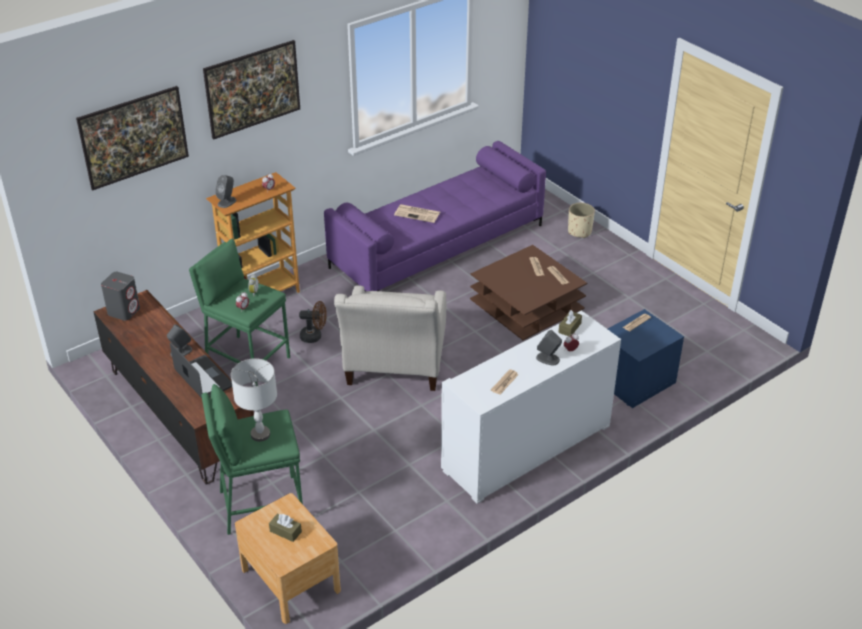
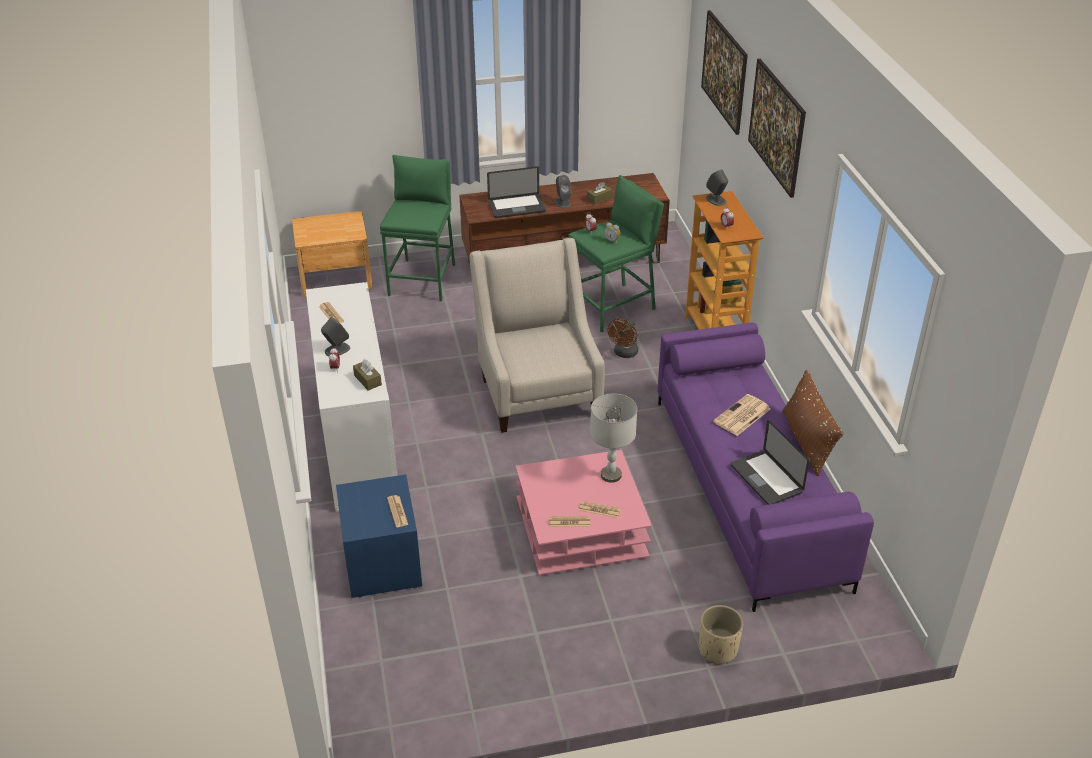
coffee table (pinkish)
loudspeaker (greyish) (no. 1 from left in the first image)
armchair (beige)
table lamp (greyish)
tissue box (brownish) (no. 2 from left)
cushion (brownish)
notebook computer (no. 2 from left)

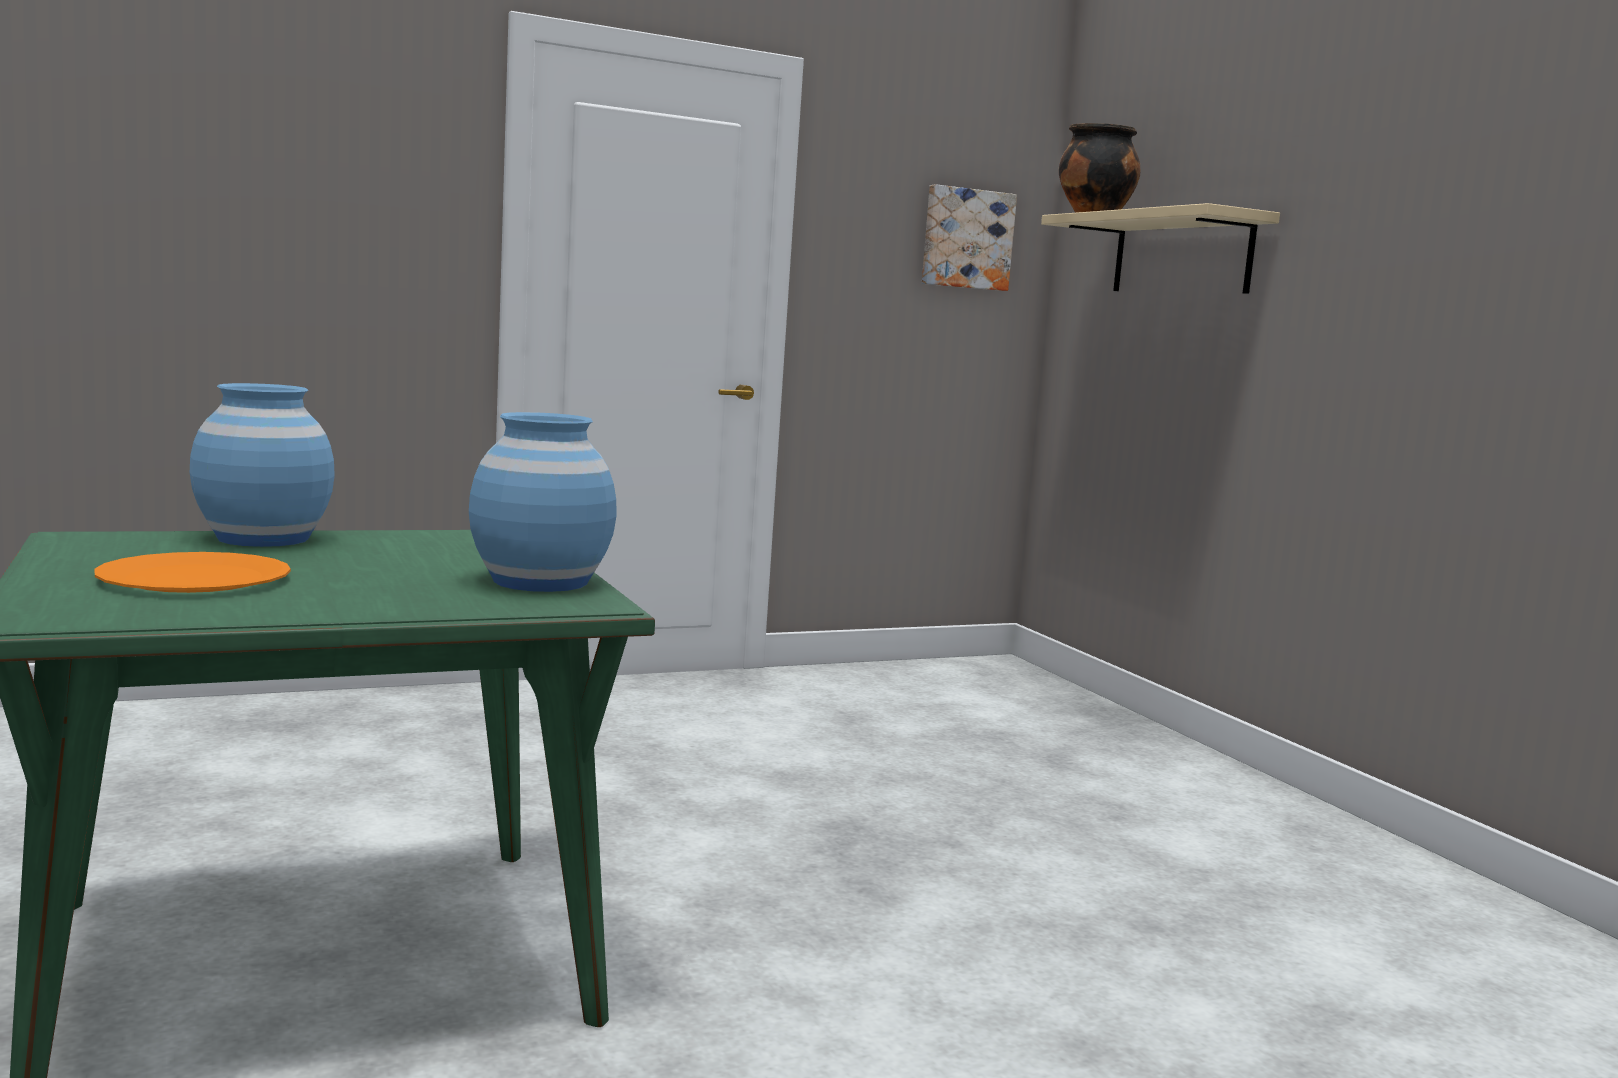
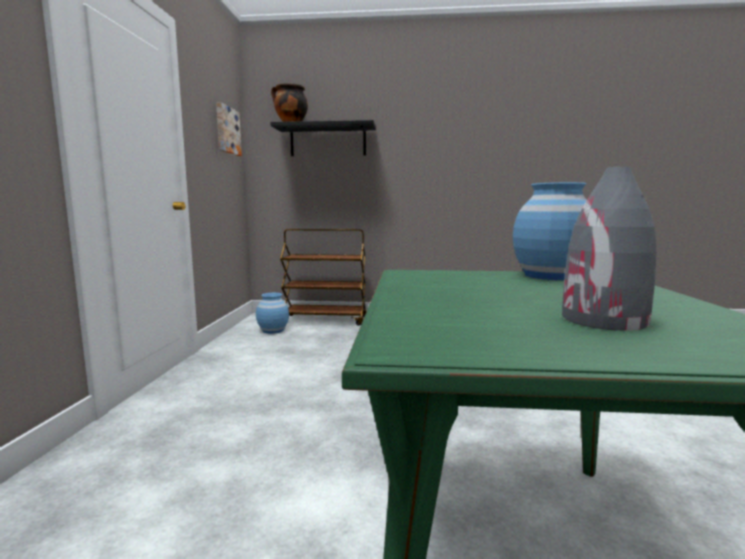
shelf (black)
flower vase (bluish) (no. 1 from left)
flower vase (greyish)
trolley (brownish)

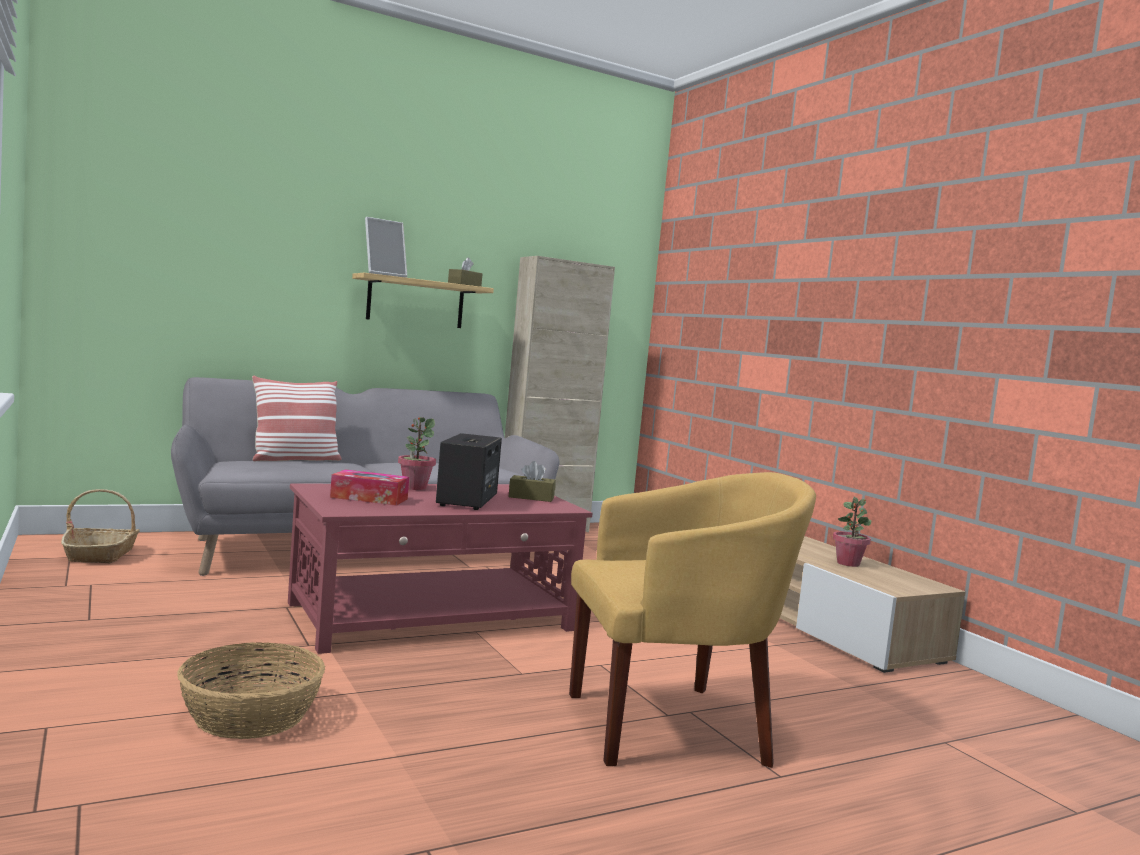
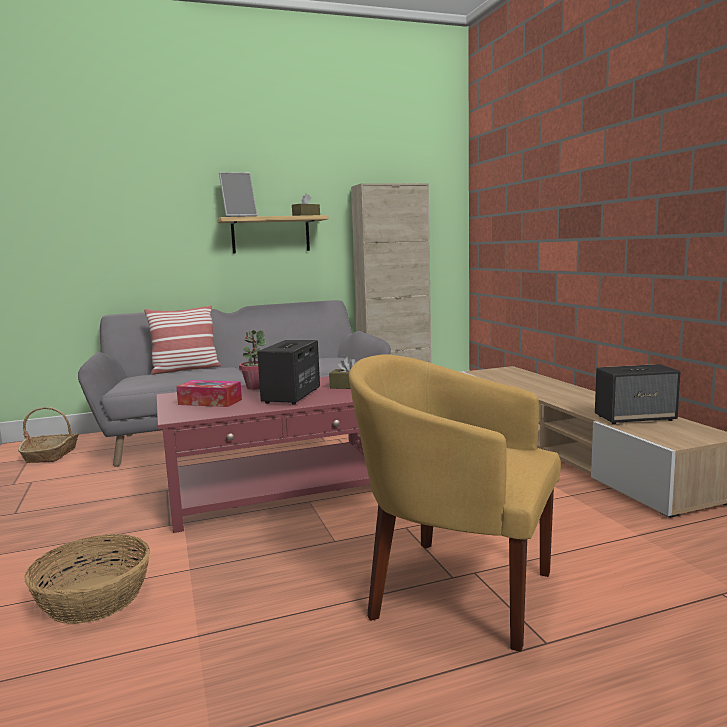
armchair (yellow-coloured)
loudspeaker (no. 2 from left)

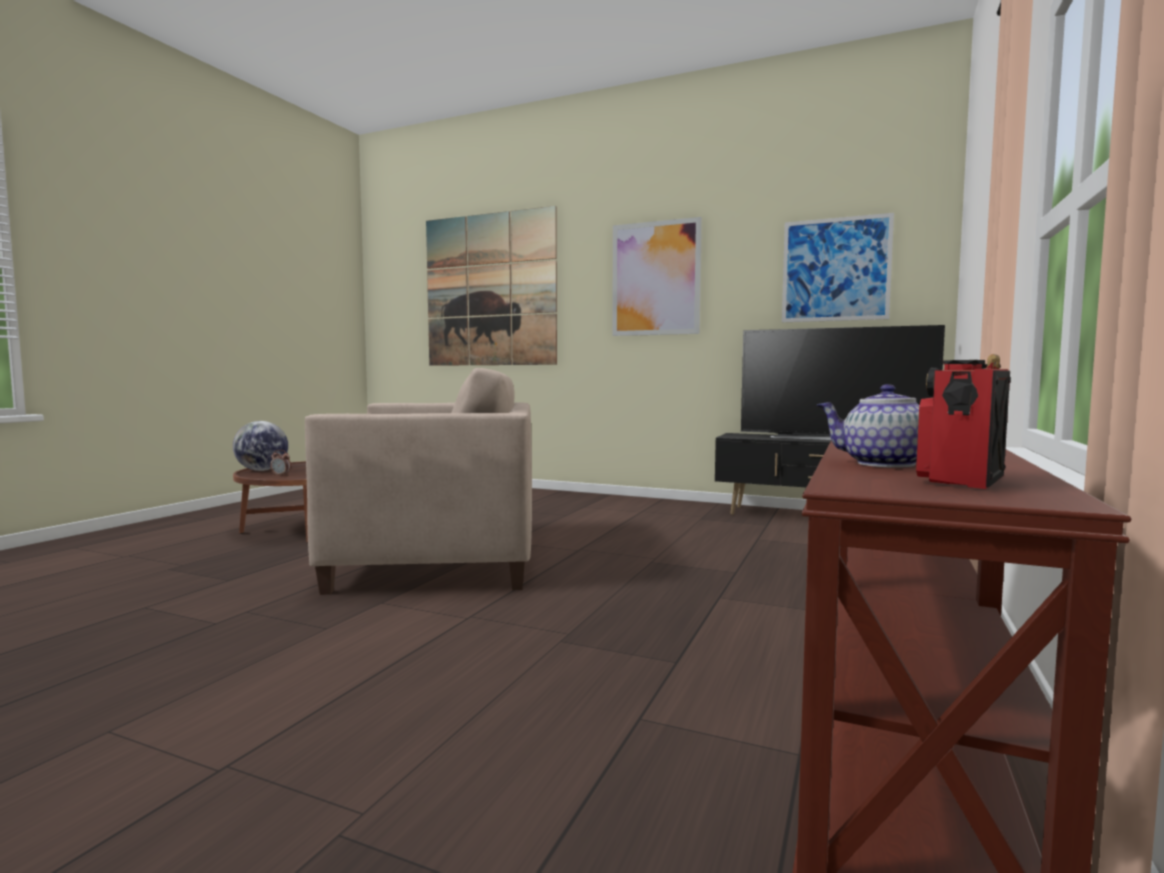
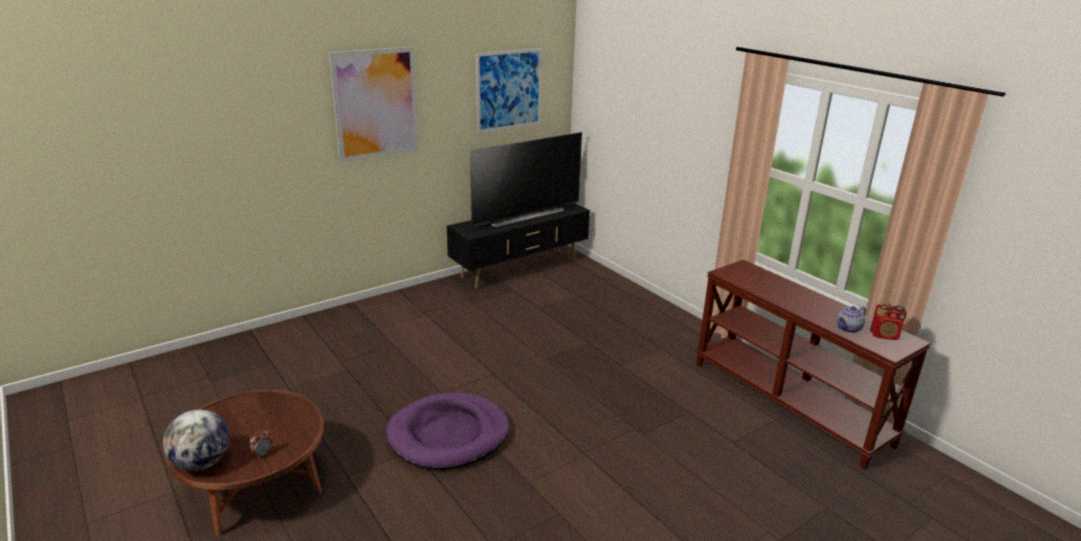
picture (no. 1 from left in the first image)
radio set
pet bed (purple-coloured)

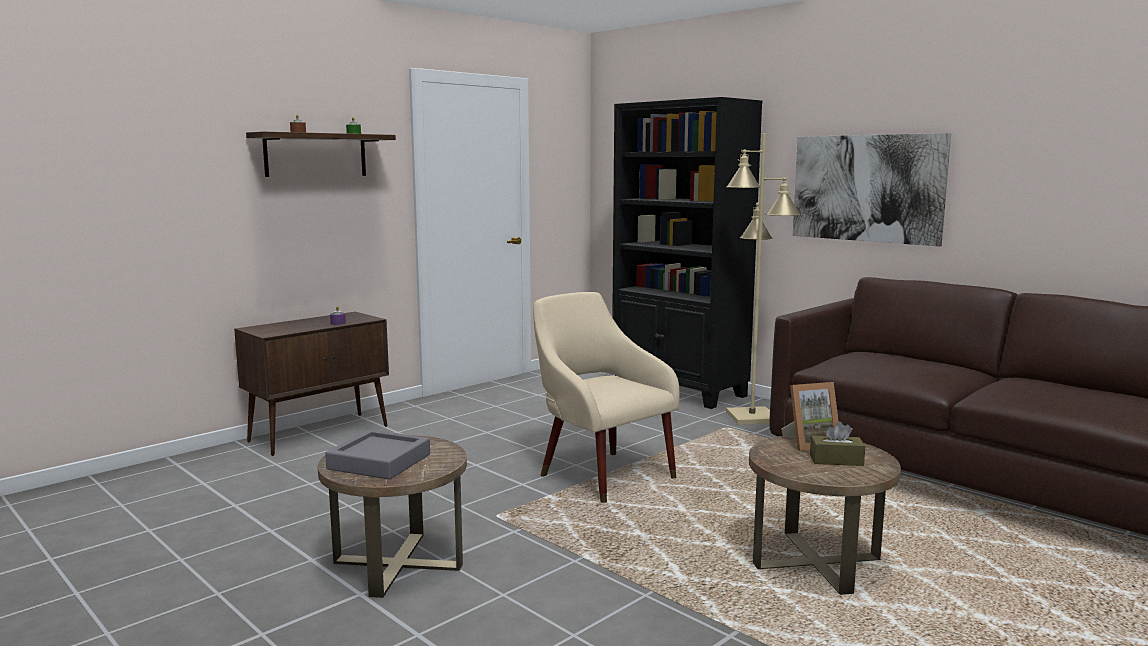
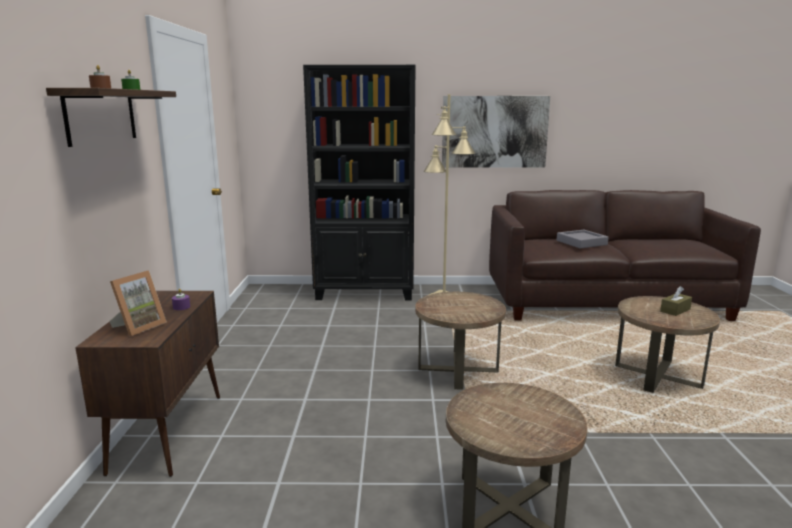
end table (brownish) (no. 1 from left)
picture frame
tray (greyish)

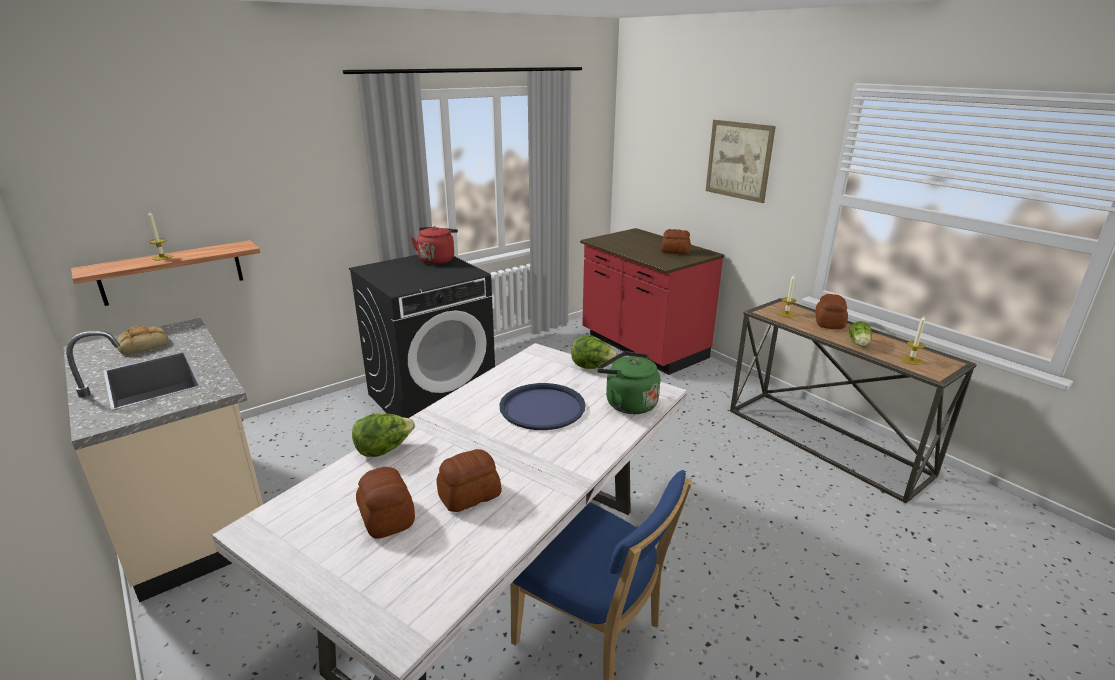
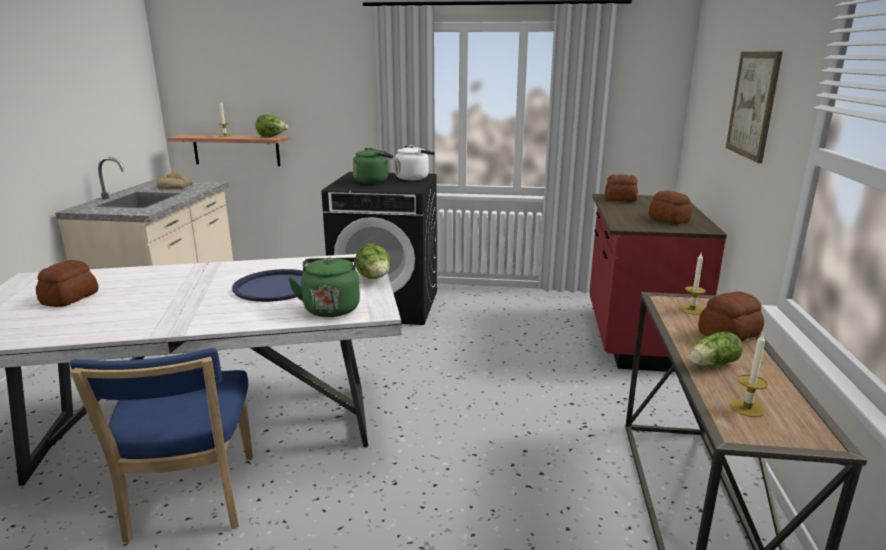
tea kettle (whitish)
head of lettuce (no. 1 from left)
bakery bread (no. 3 from left)
tea kettle (greenish) (no. 2 from left)

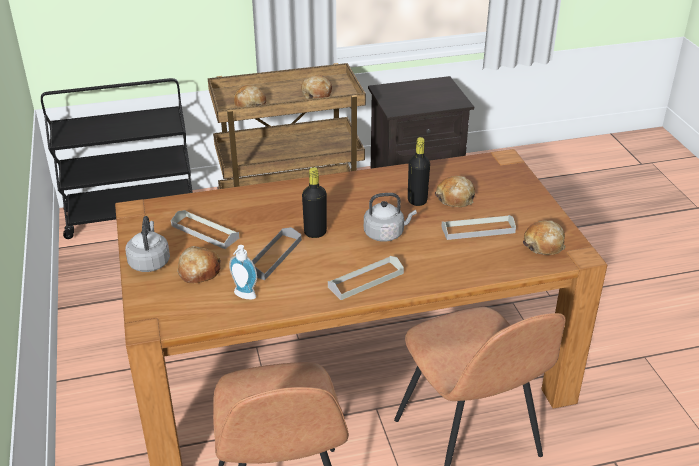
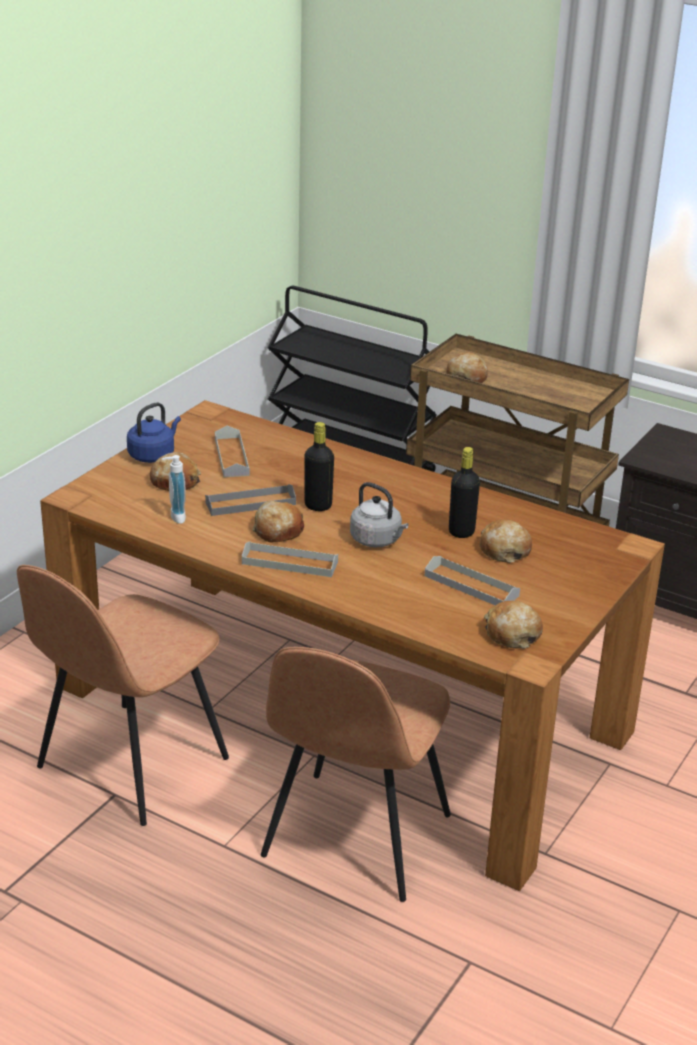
bakery bread (no. 2 from left)
tea kettle (bluish)

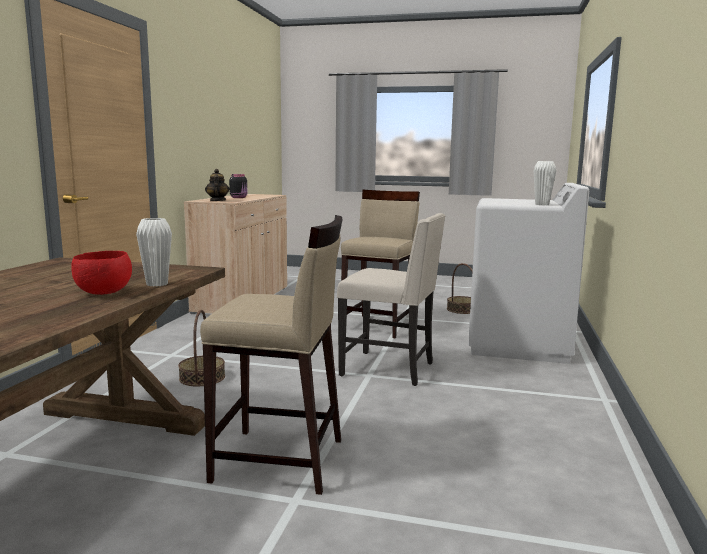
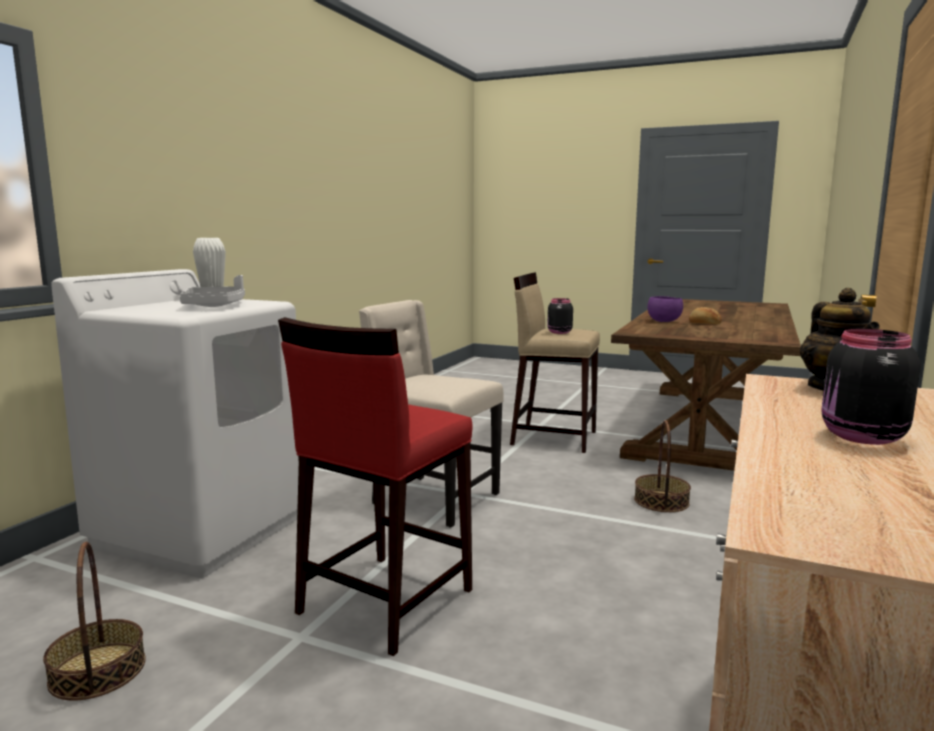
stool (red-coloured)
flower vase (whitish) (no. 1 from left in the first image)
serving bowl (purple-coloured)
tray (greyish)
preserve jar (black) (no. 1 from left)
bakery bread

